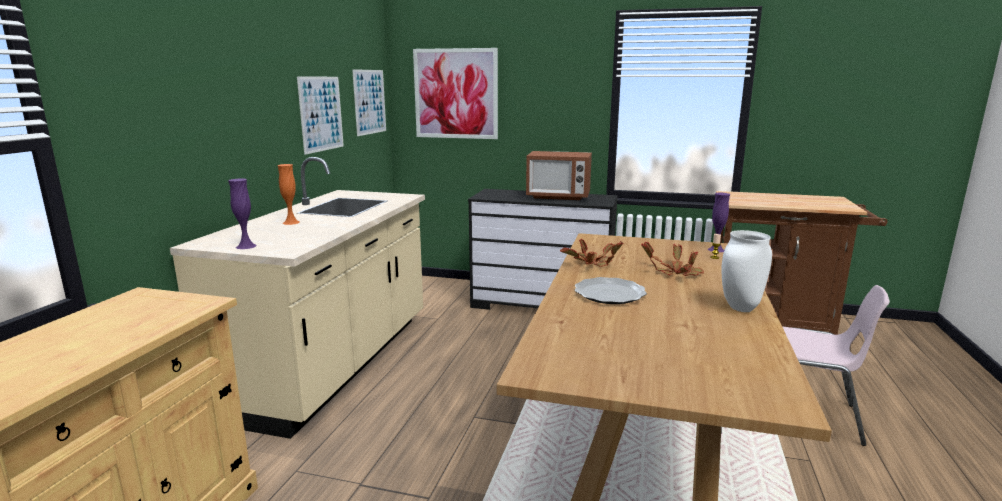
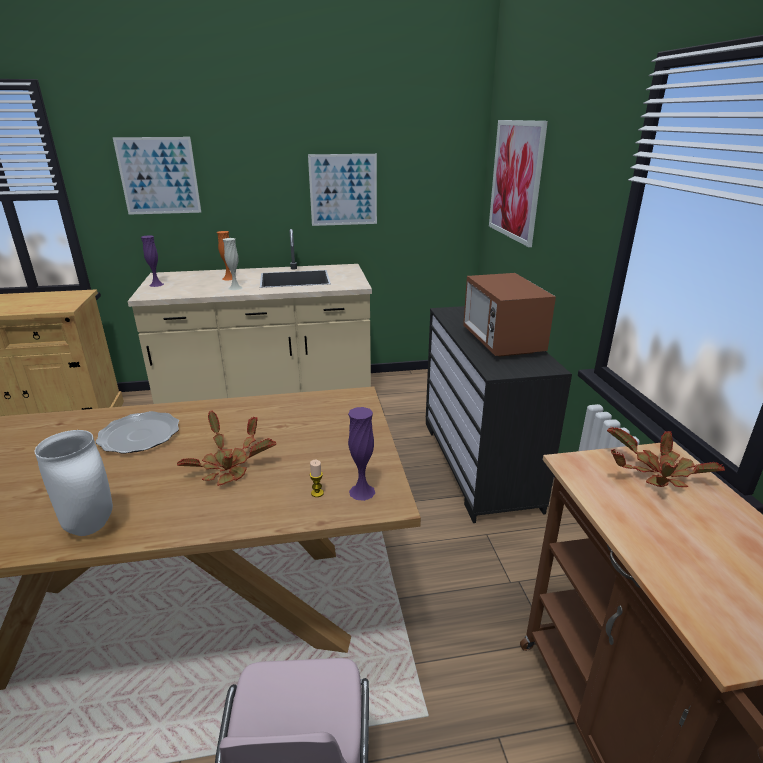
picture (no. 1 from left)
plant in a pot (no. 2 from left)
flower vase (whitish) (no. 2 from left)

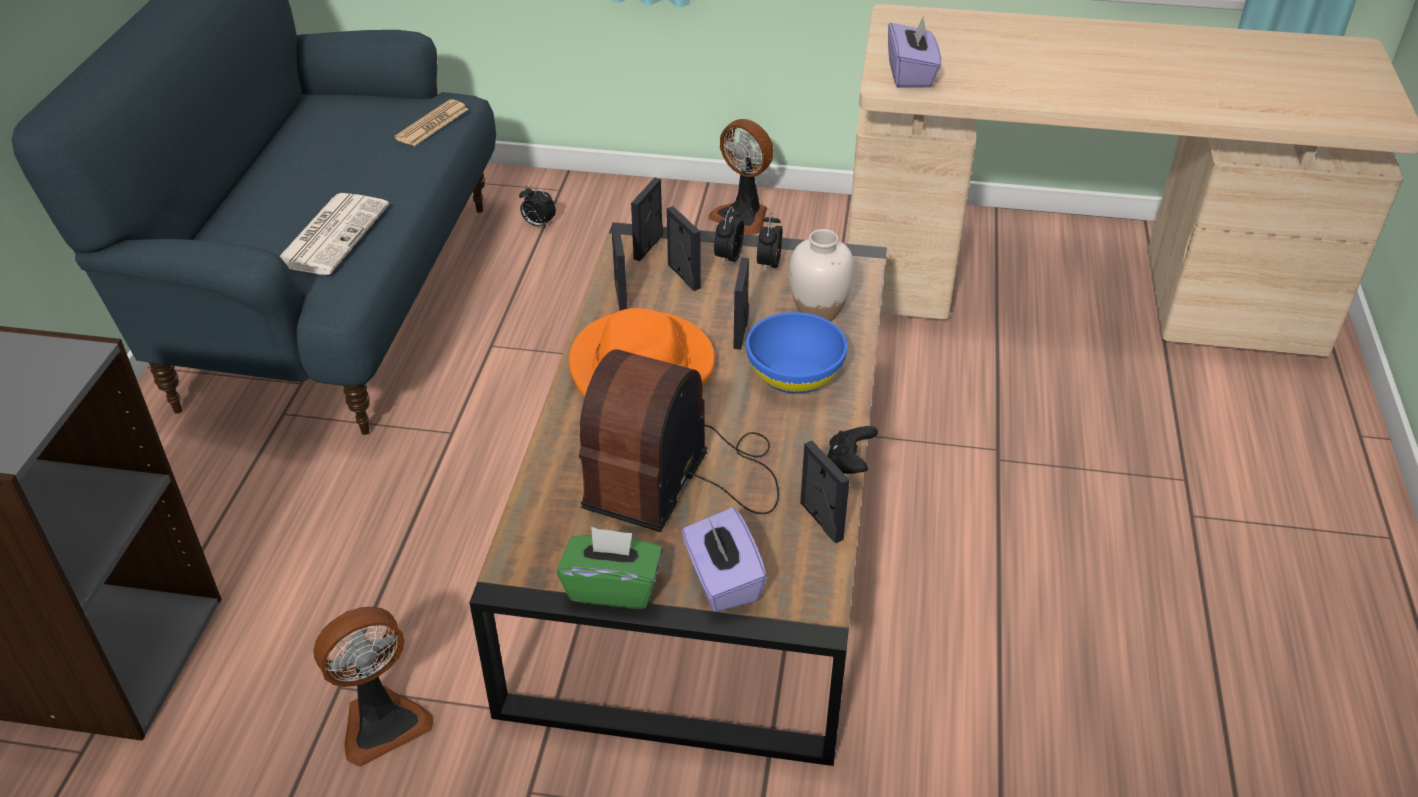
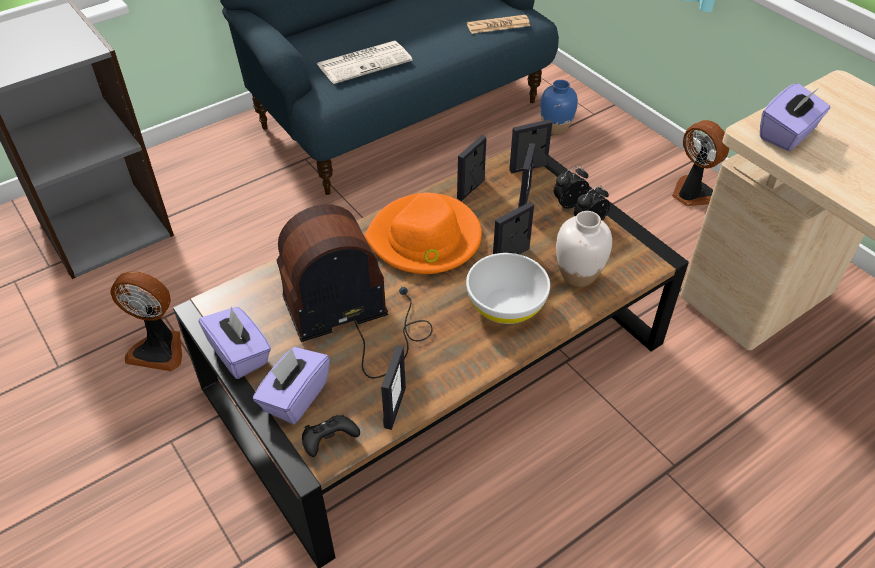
electric fan (no. 2 from left)
flower vase (bluish)
serving bowl (whitish)
joypad (black)
tissue box (purple-coloured) (no. 1 from left)

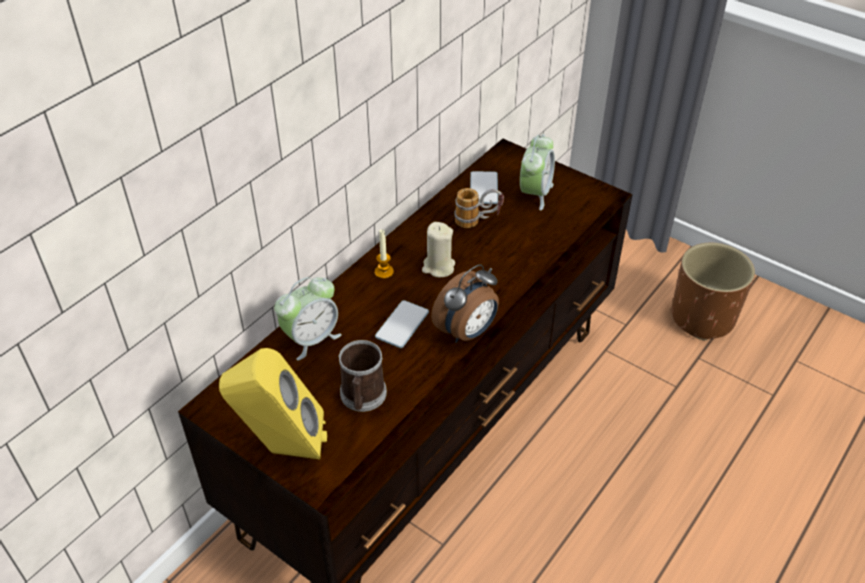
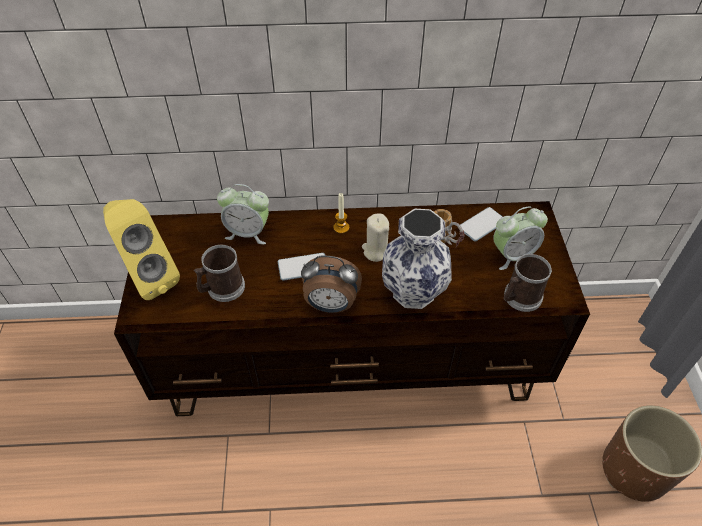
flower vase
tea mug (no. 3 from left)

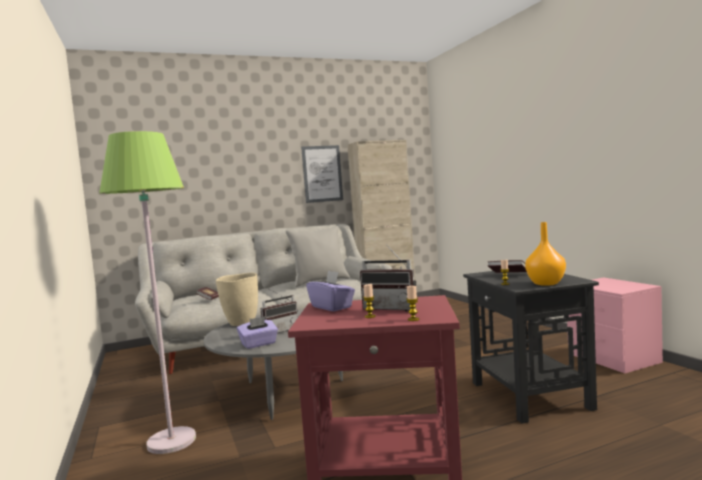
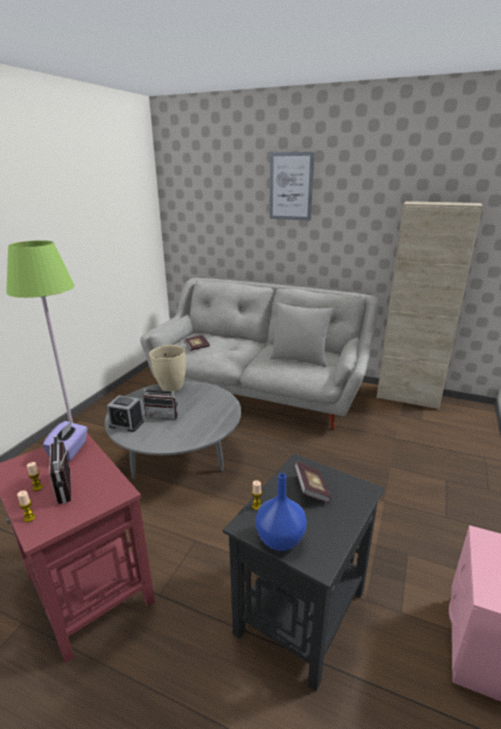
picture
flower vase (bluish)
table clock

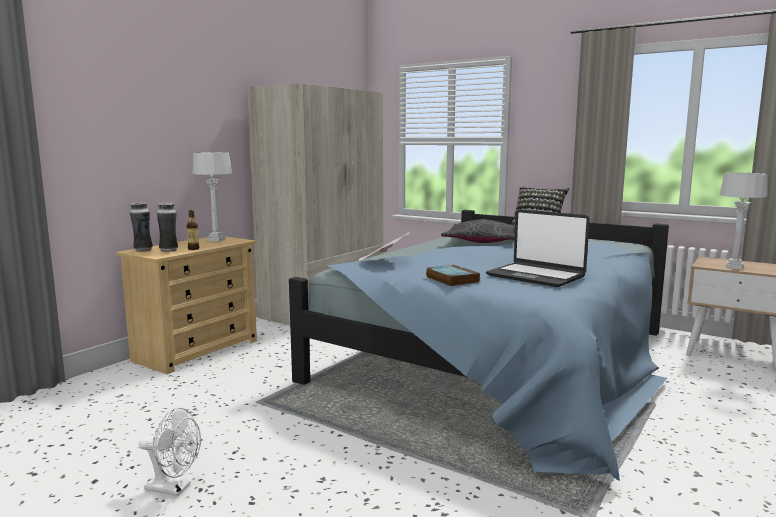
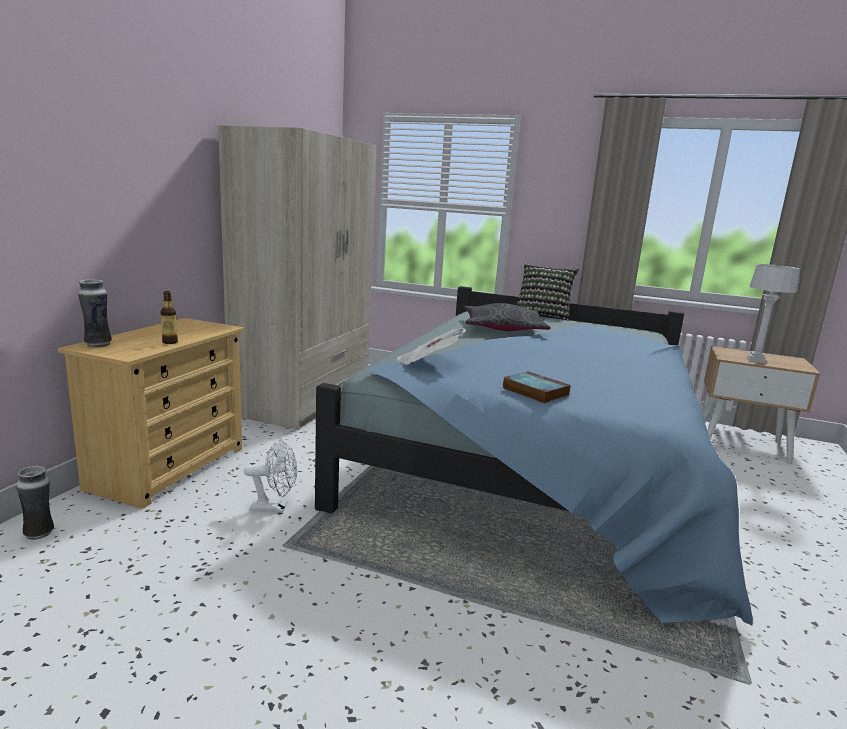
table lamp (greyish) (no. 1 from left in the first image)
flower vase (no. 1 from left)
notebook computer
electric fan (whitish)

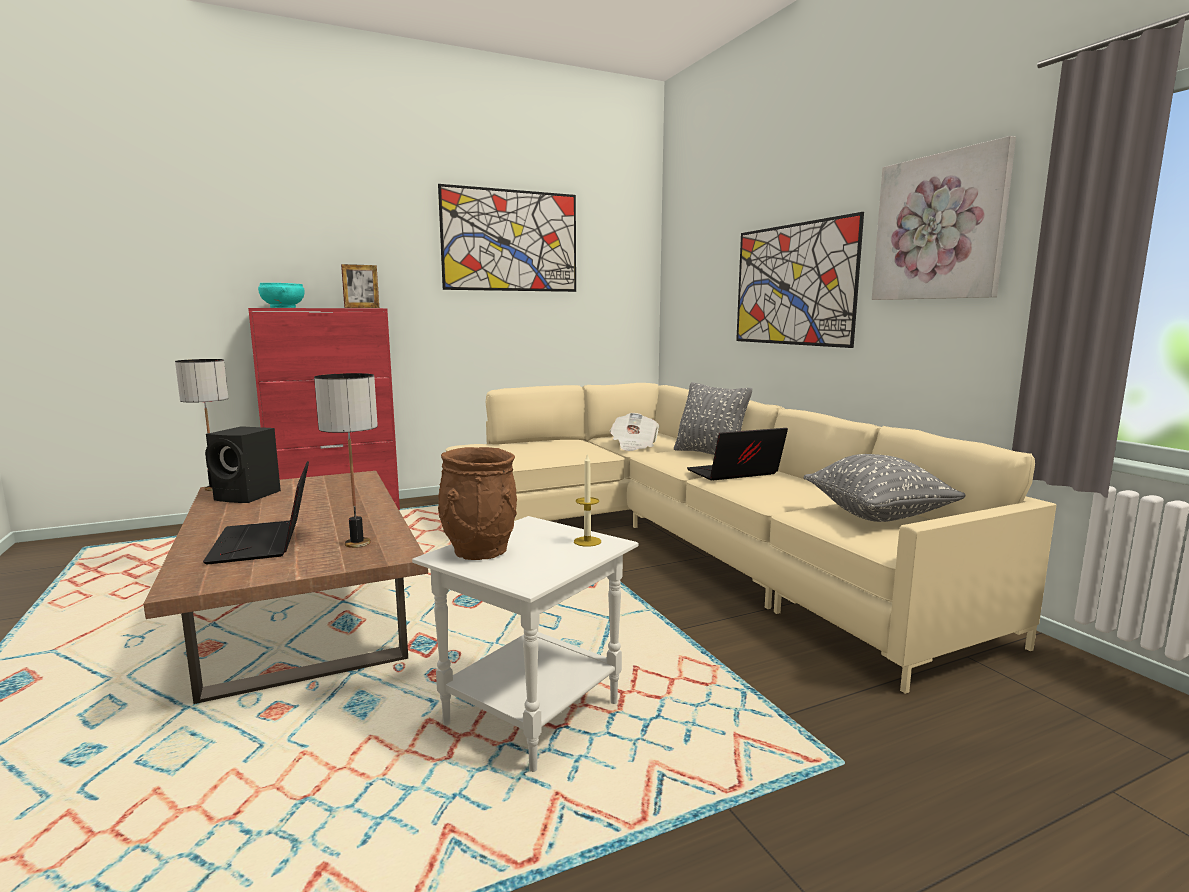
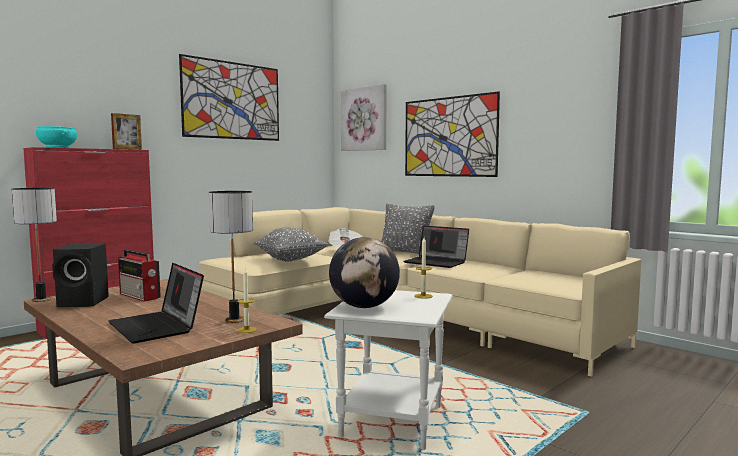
picture (no. 2 from left)
notebook computer (no. 2 from left)
world globe
cushion (greyish) (no. 1 from left)
radio set
wax light (no. 1 from left)

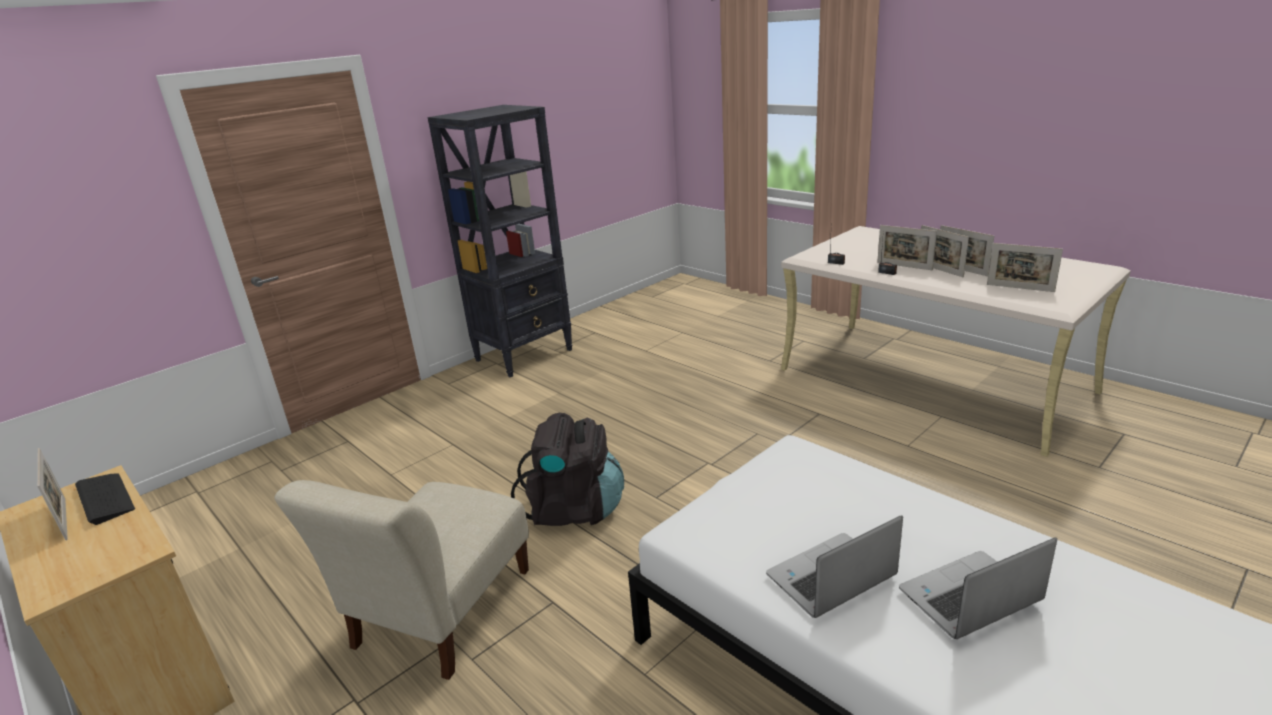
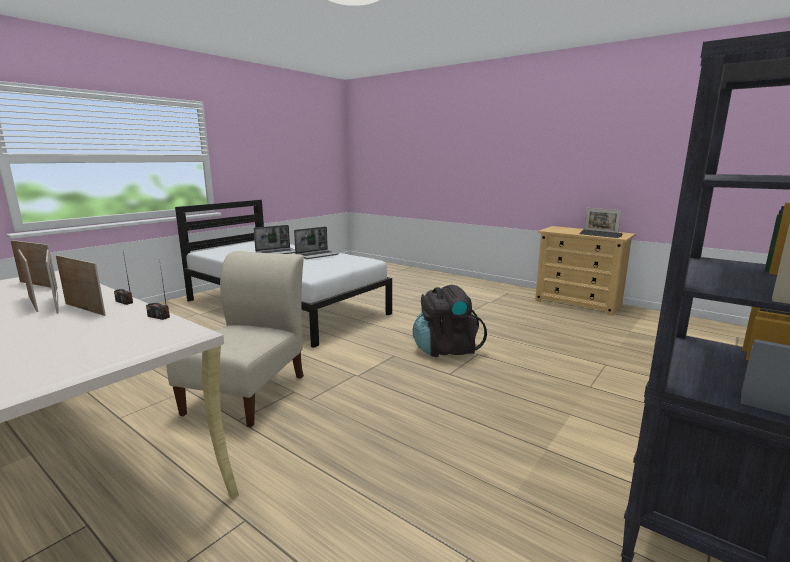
plain chair (beige)

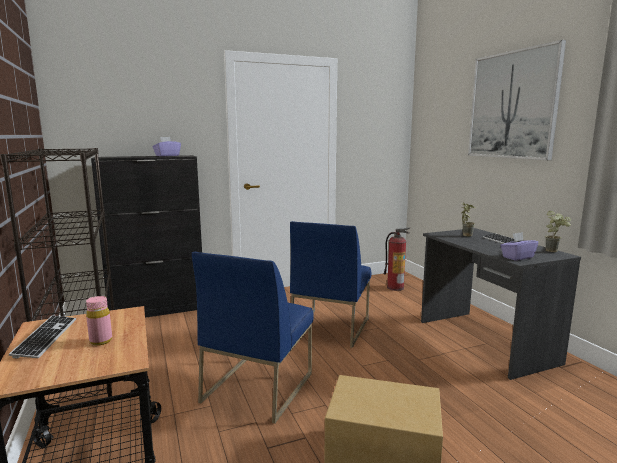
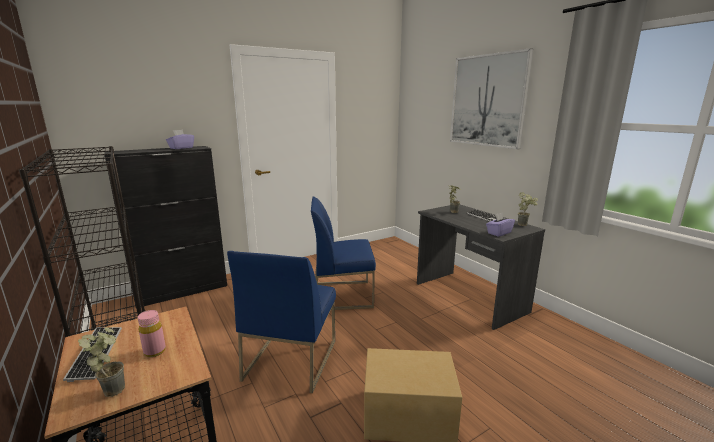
plain chair (bluish) (no. 2 from left)
extinguisher
plant in a pot (no. 1 from left)

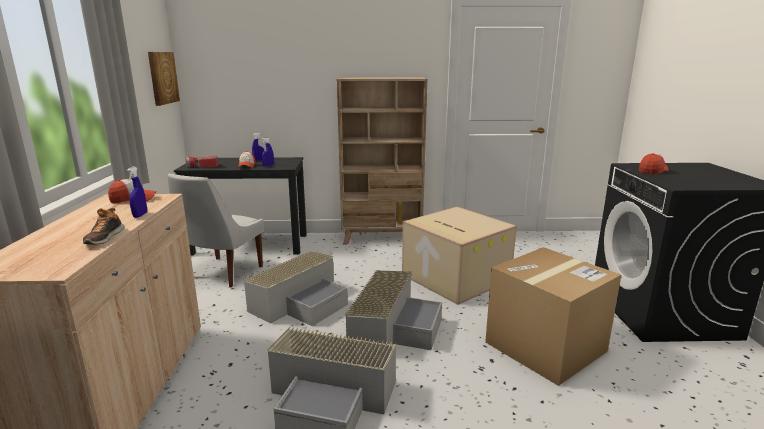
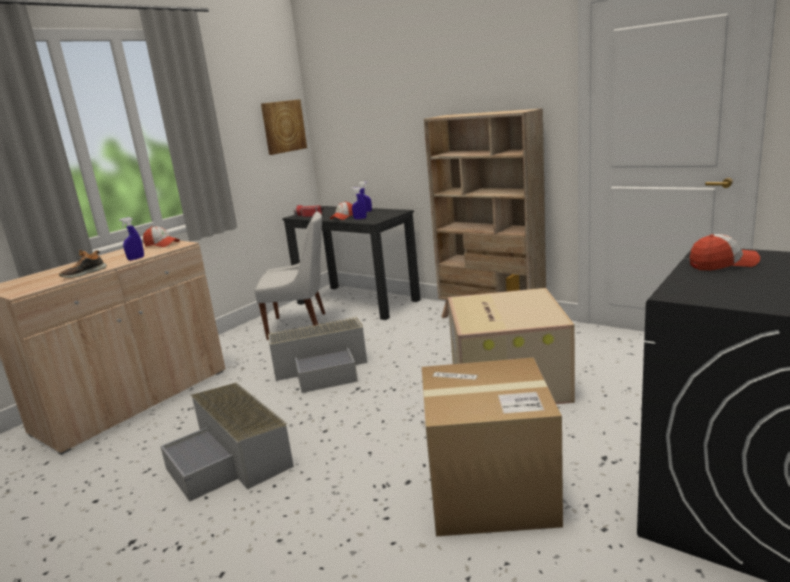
plain chair (whitish)
storage bin (greyish) (no. 3 from left in the first image)

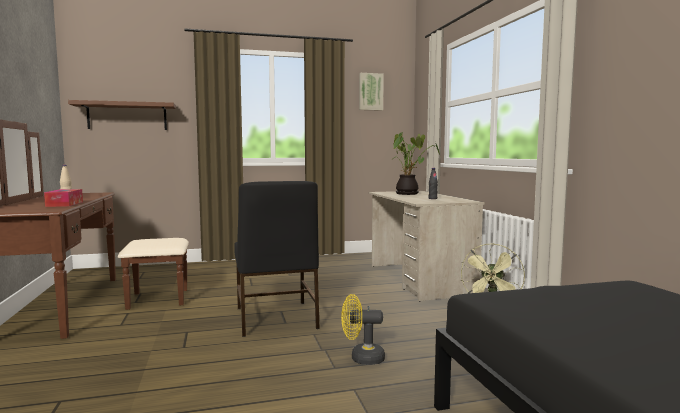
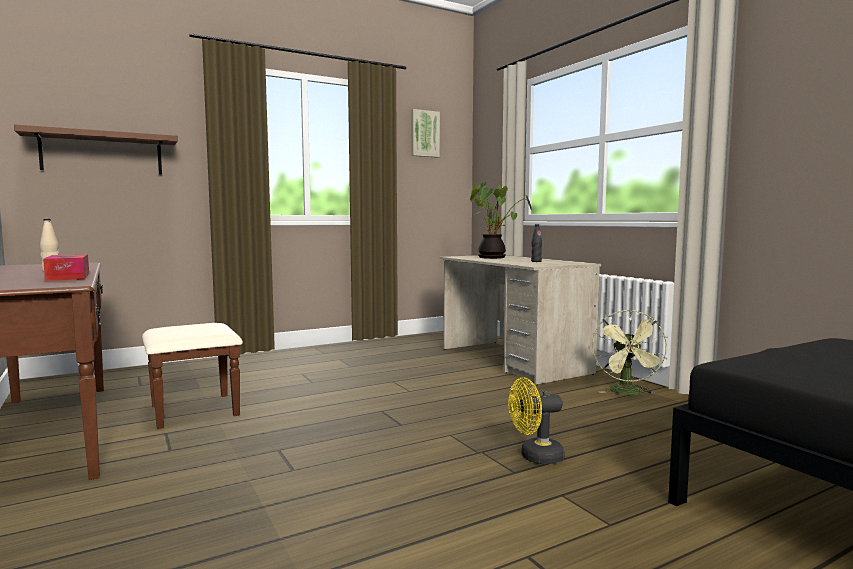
plain chair (black)

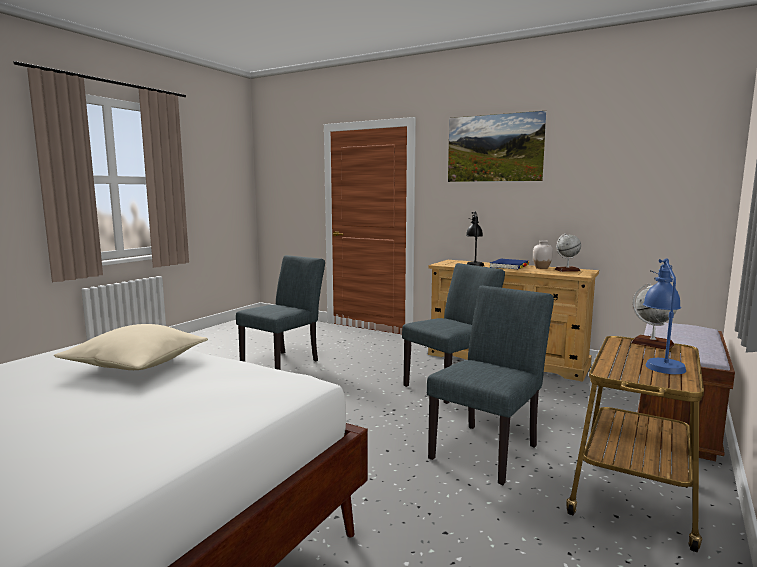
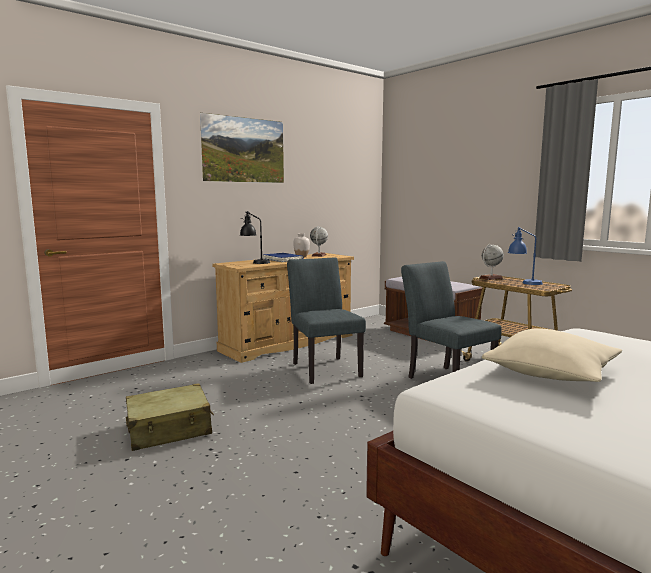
travel case (beige)

